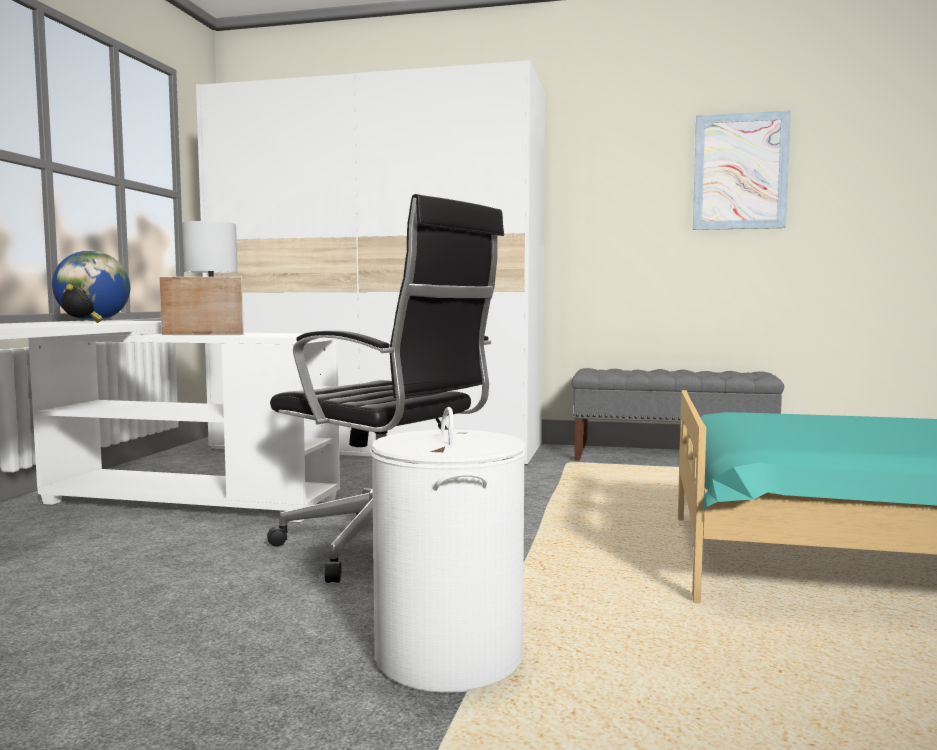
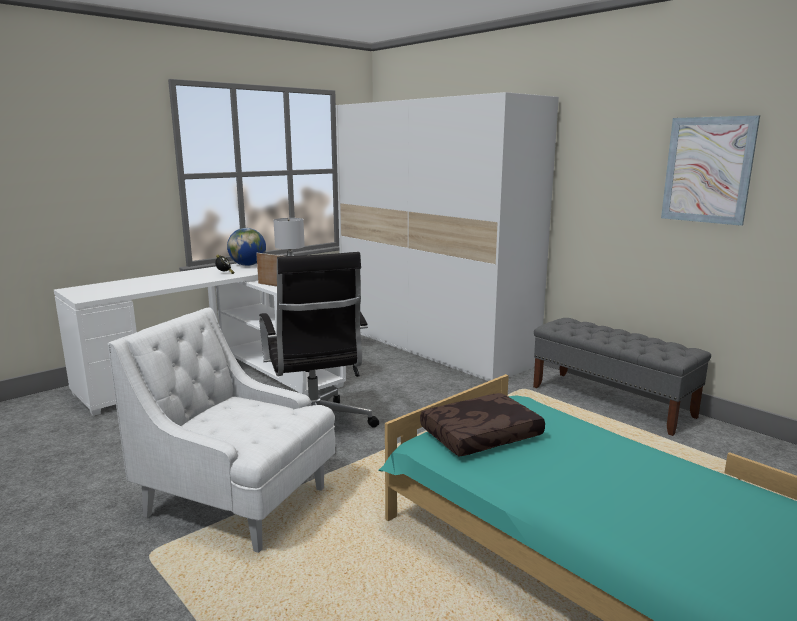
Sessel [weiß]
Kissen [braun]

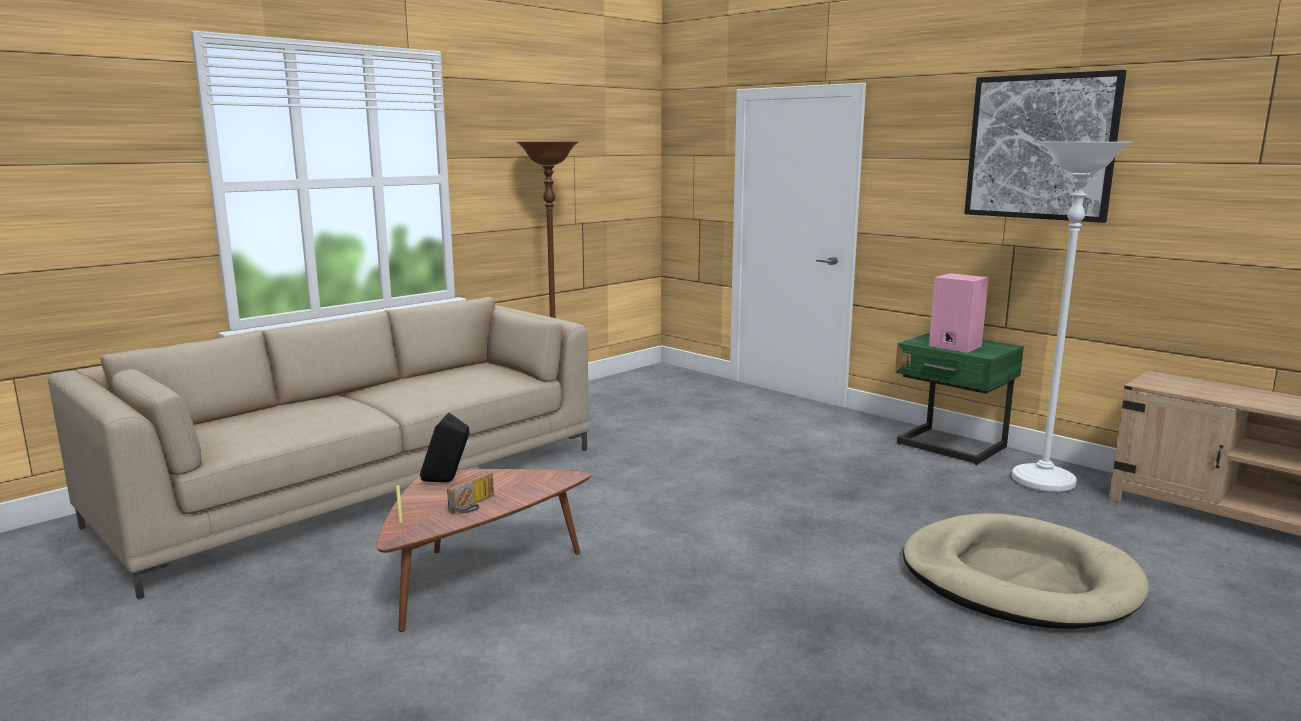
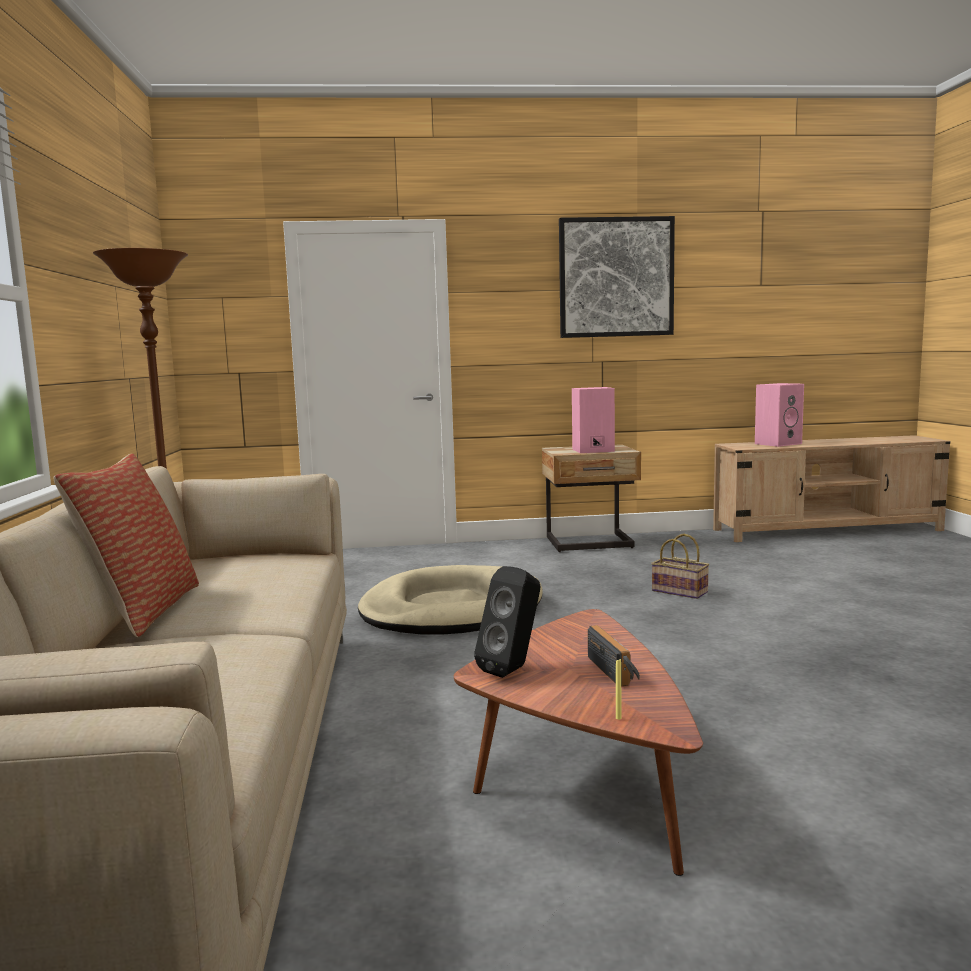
Stehlampe [weiß]
Nachttisch [beige]
Hundebett [beige]
Lautsprecher [rosa] (no. 2 from left)
Kissen
Korb

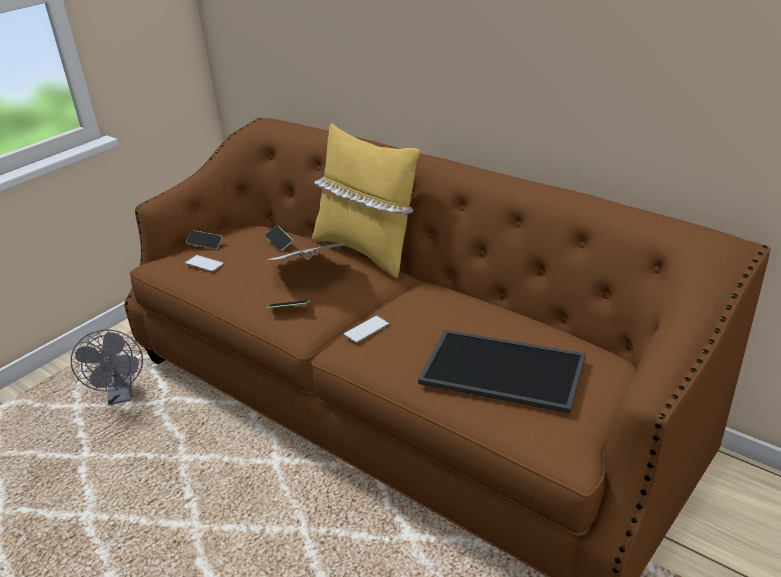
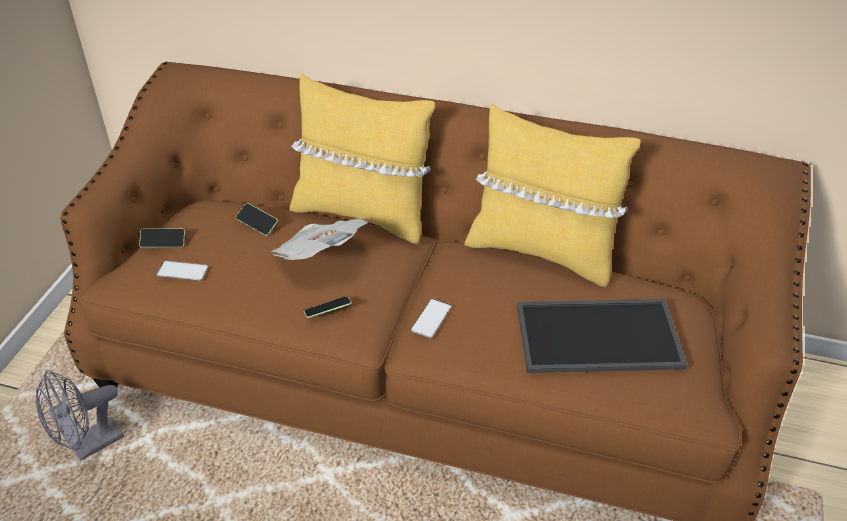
Ventilator [grau]
Kissen [gelb] (no. 2 from left)

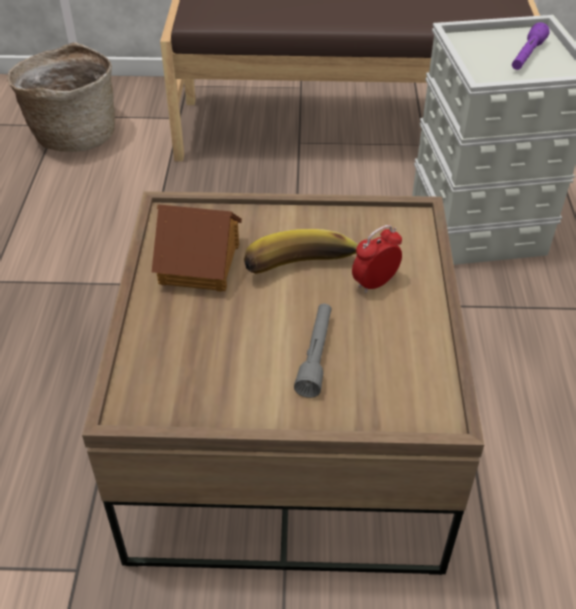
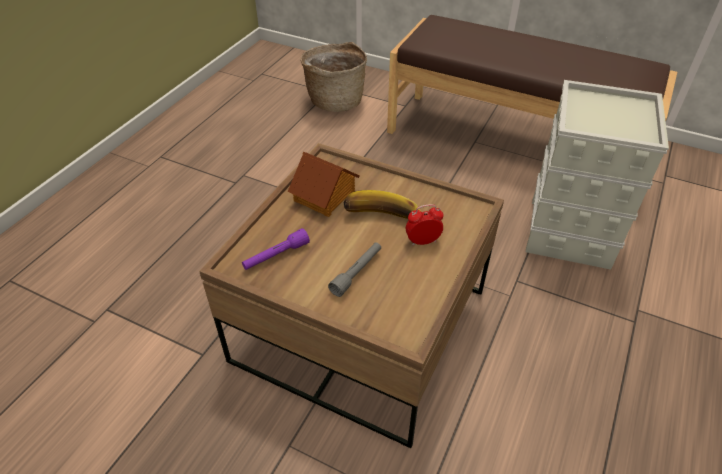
Taschenlampe [lila]

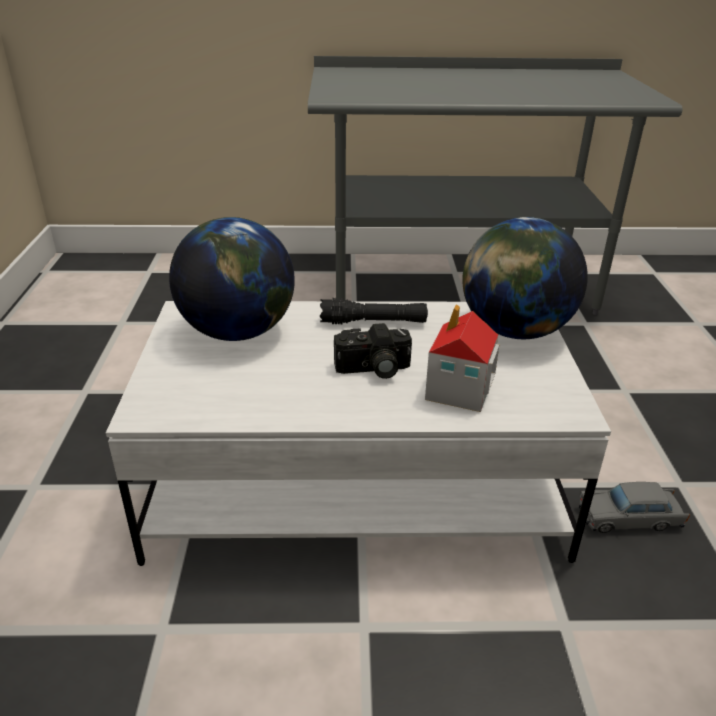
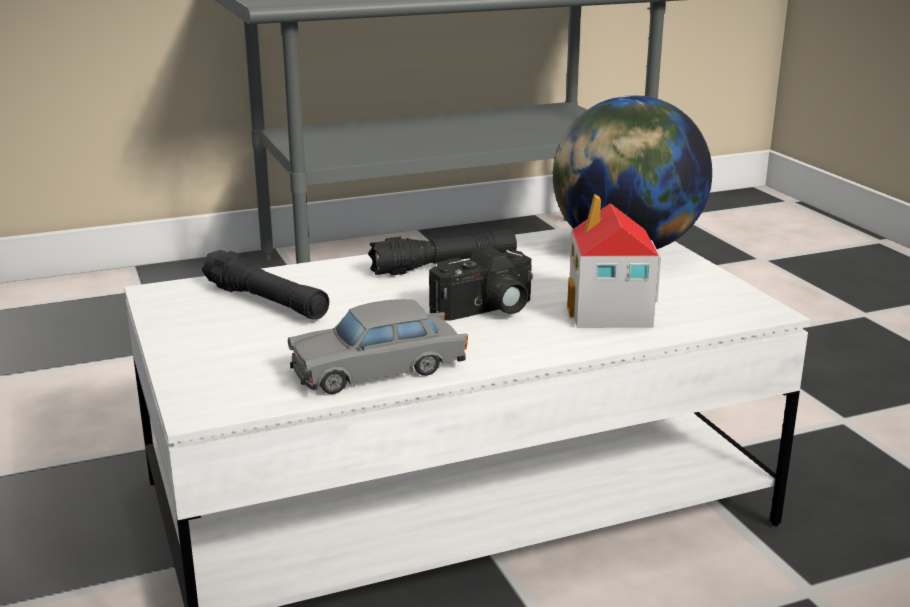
Taschenlampe [schwarz] (no. 1 from left)
Spielzeugauto [grau]

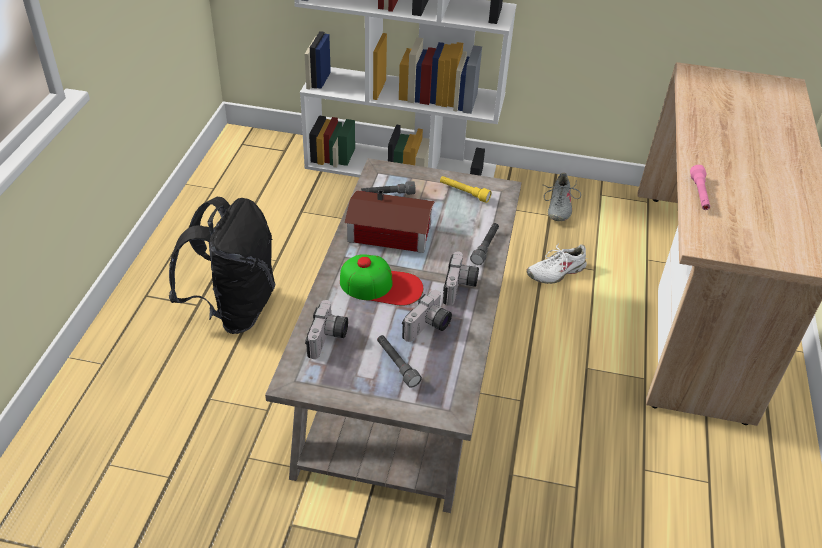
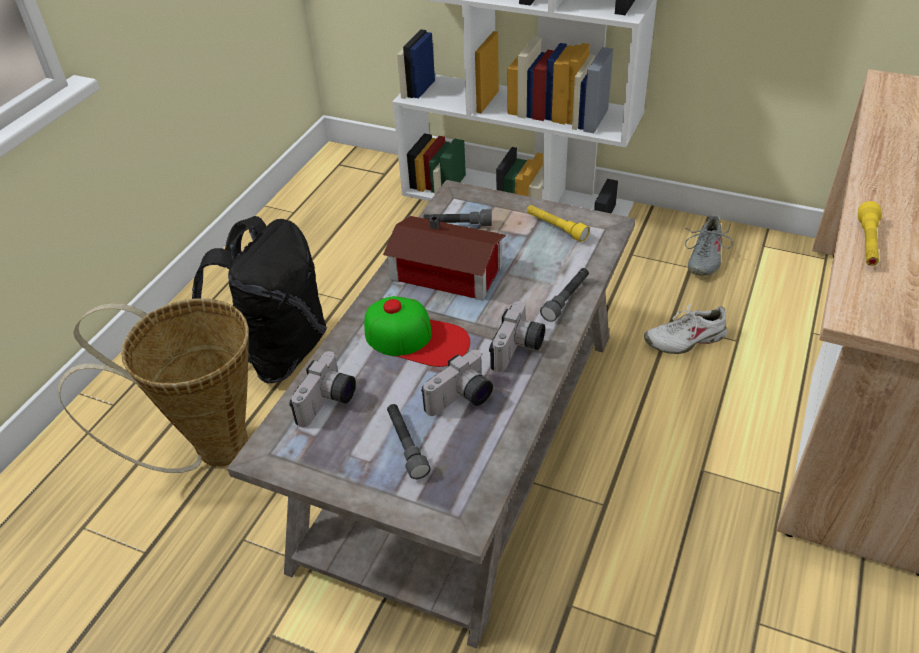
Taschenlampe [gelb] (no. 2 from left)
Korb

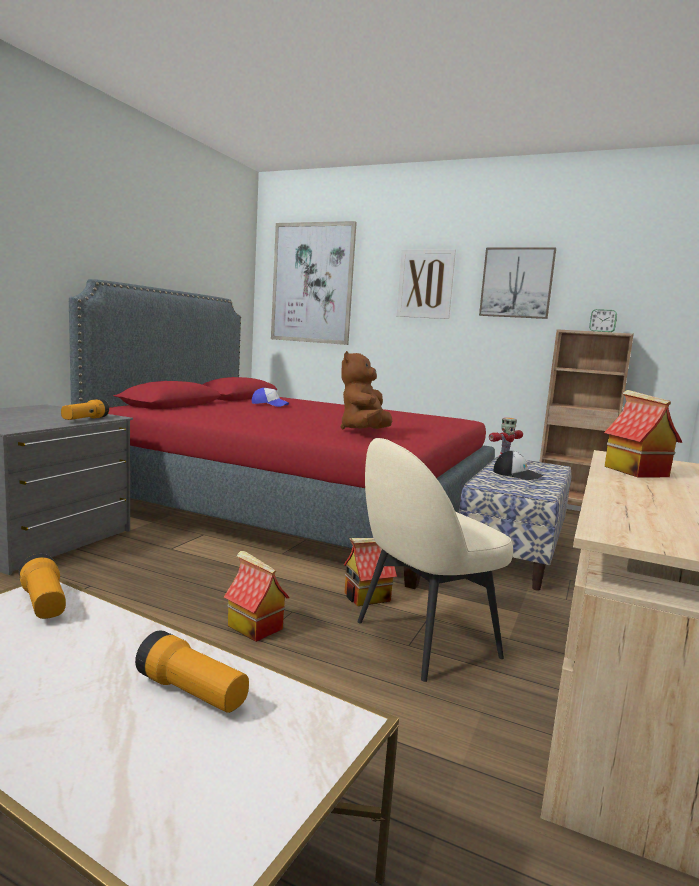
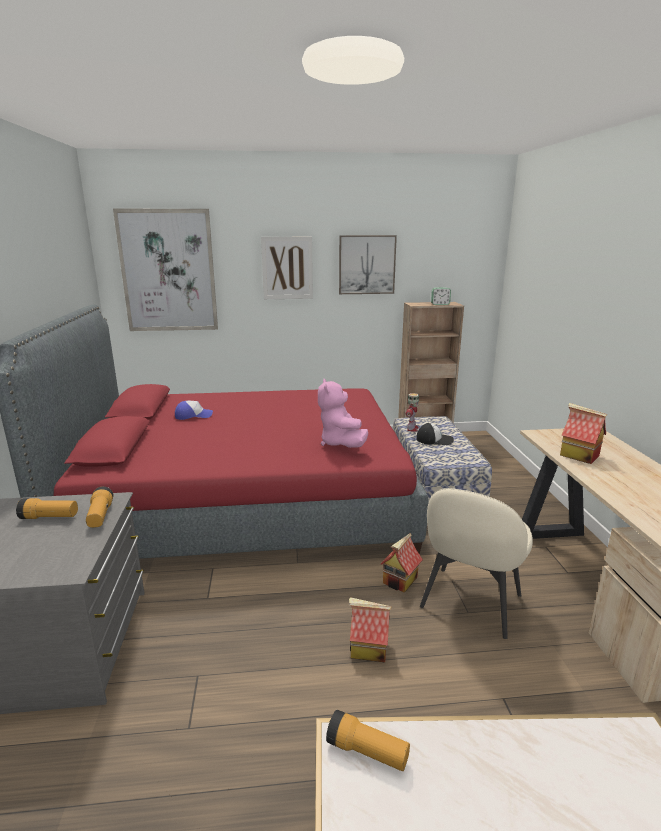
Plüschtier [rosa]
Taschenlampe (no. 1 from left)

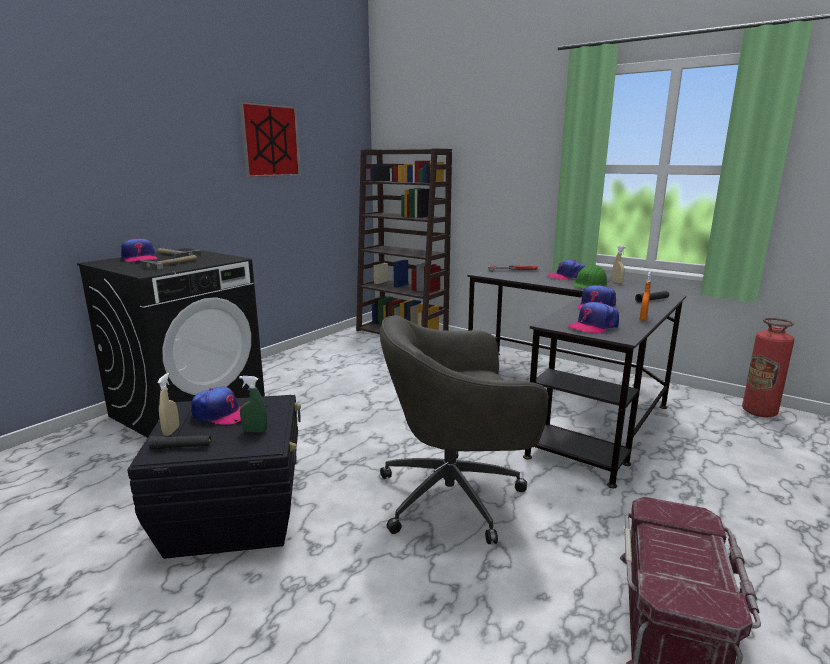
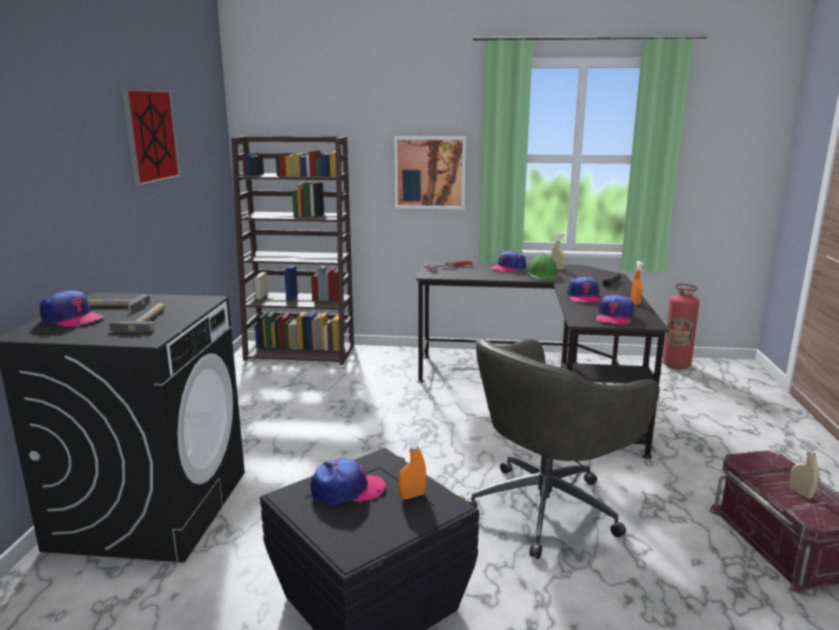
Sprühflasche [beige] (no. 2 from left)
Sprühflasche [orange] (no. 1 from left)
Taschenlampe [schwarz] (no. 1 from left in the first image)
Bild (no. 2 from left)

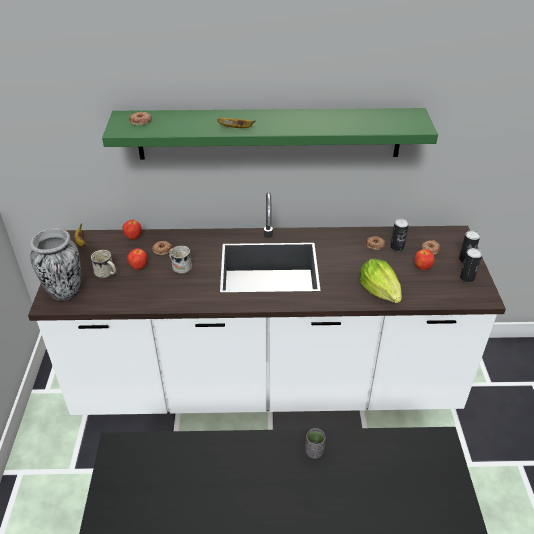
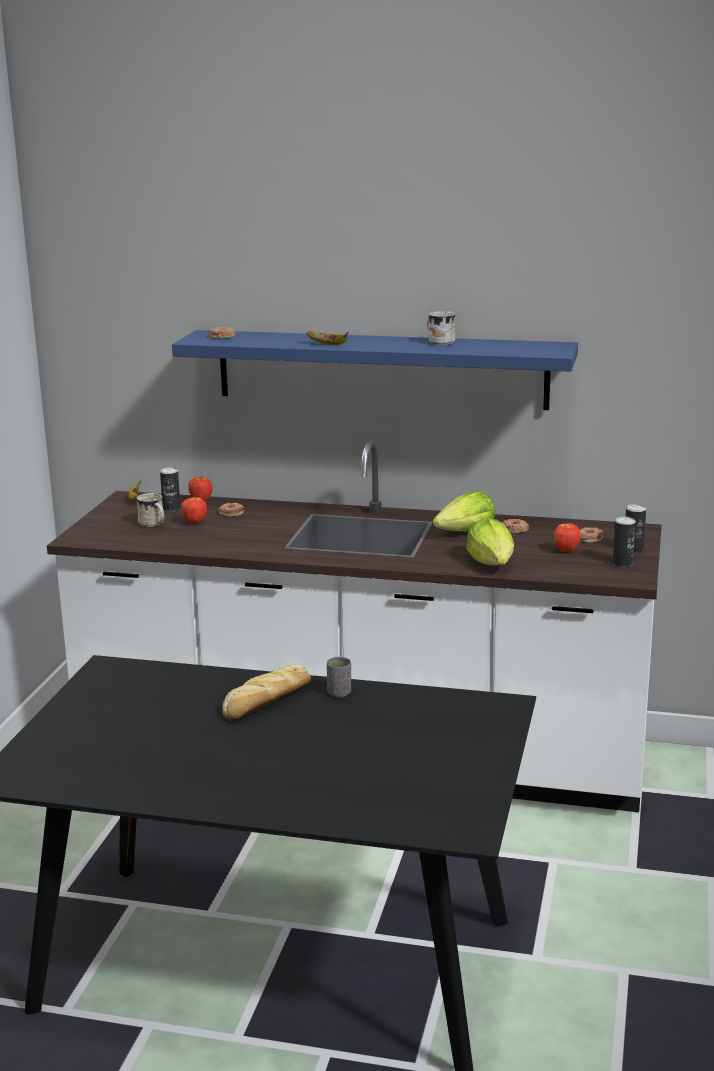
Wandregal [blau]
Dose (no. 1 from left)
Vase
Henkelbecher [weiß] (no. 2 from left)
Salatkopf (no. 1 from left)
Brot

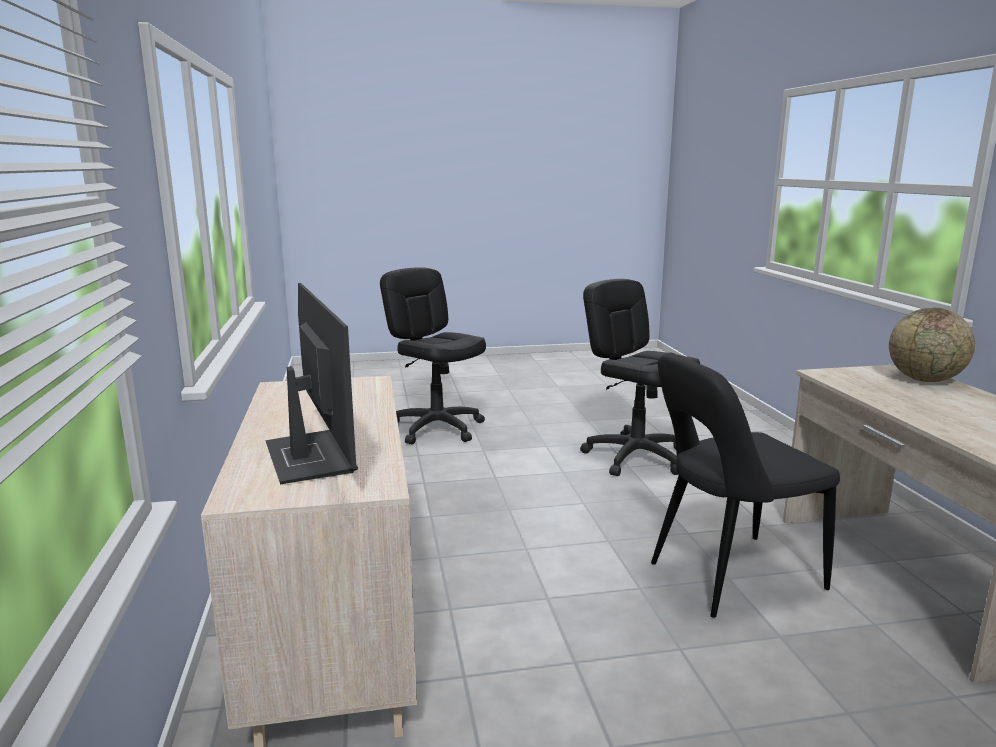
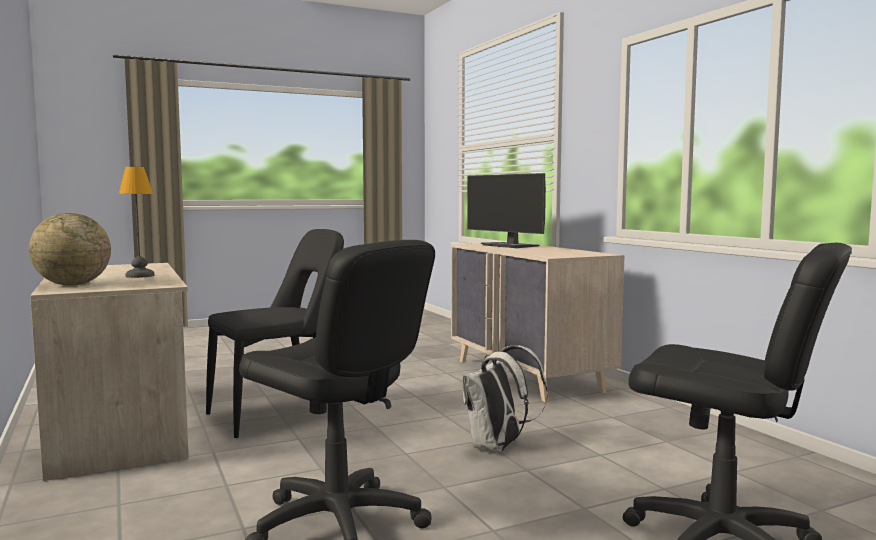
Tischlampe
Rucksack [weiß]

